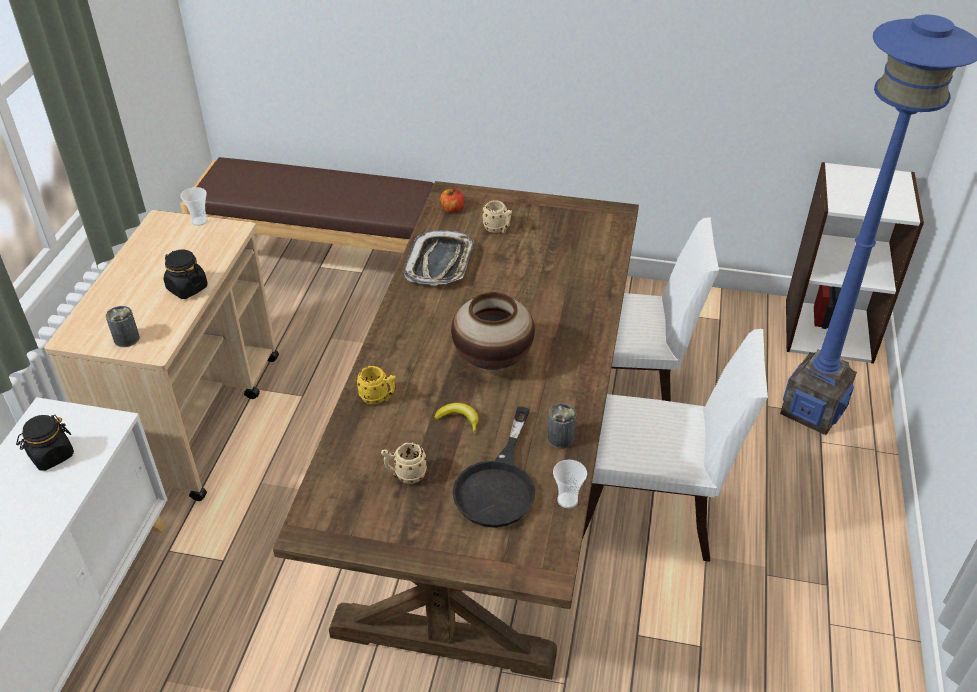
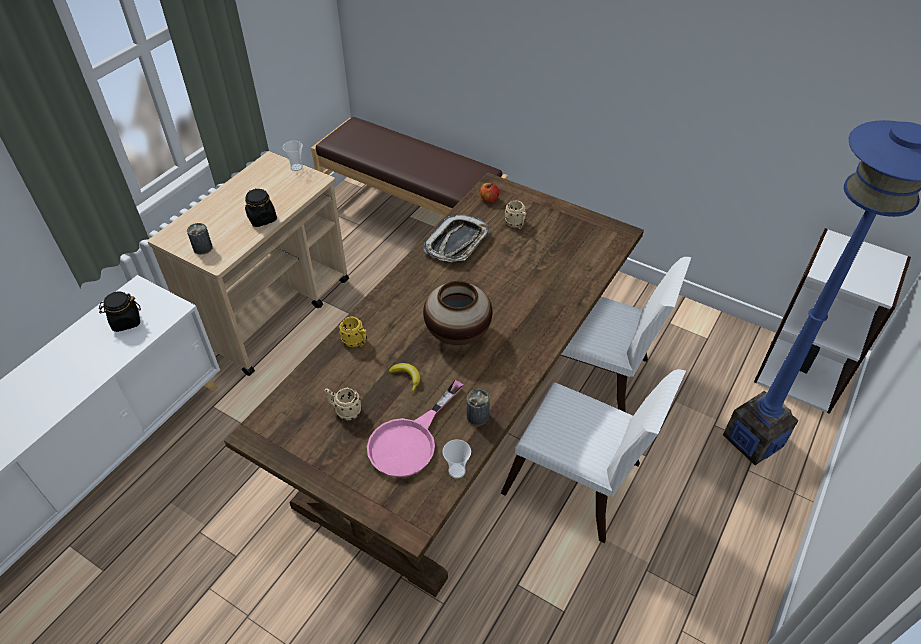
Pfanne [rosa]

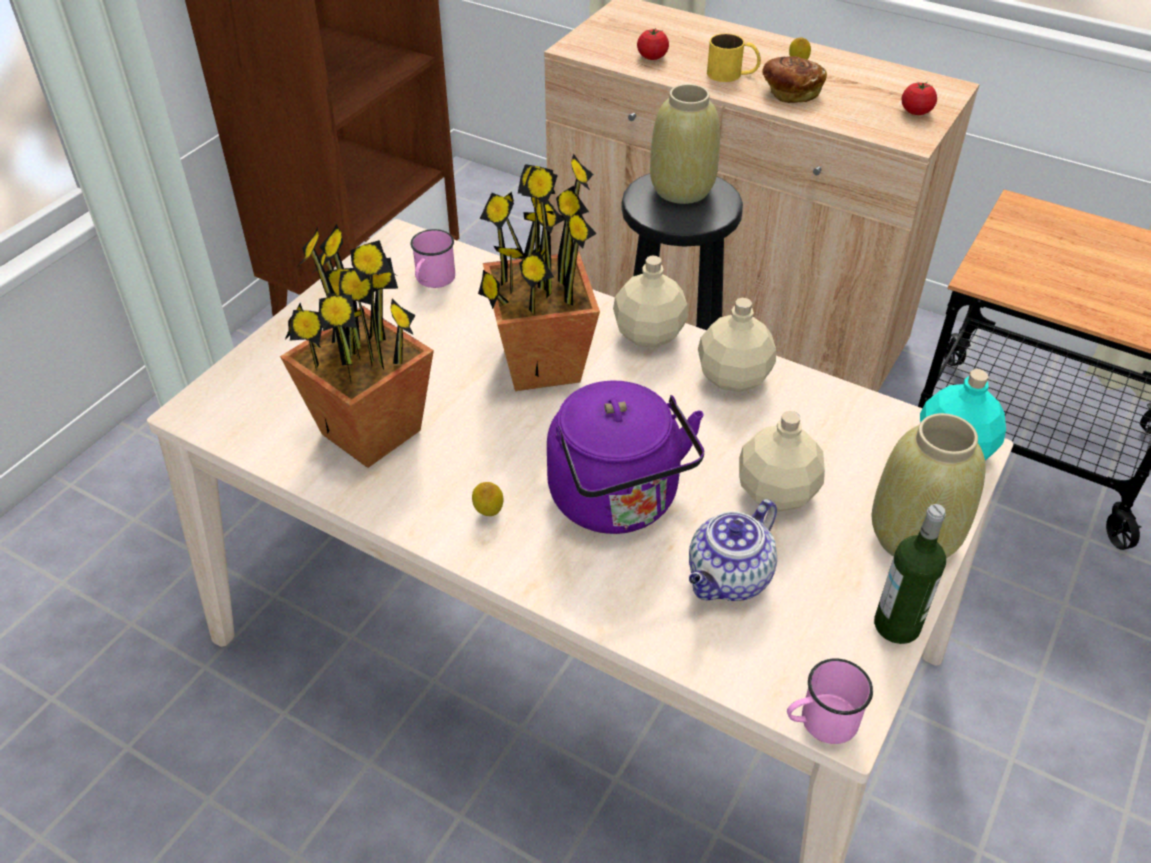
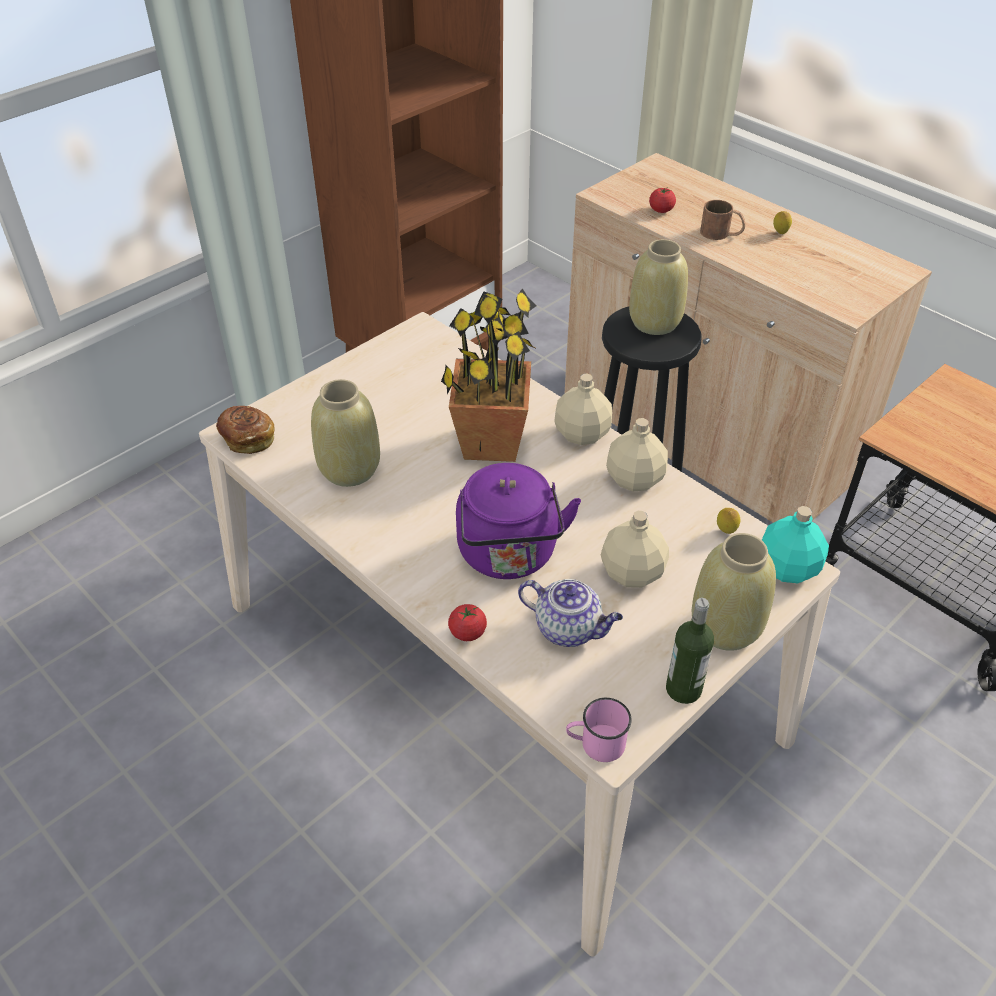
Henkelbecher [braun]
Brot
Tomate (no. 1 from left)
Vase [beige] (no. 1 from left)
Henkelbecher [rosa] (no. 1 from left in the first image)
Zitrone (no. 1 from left)
Teekanne

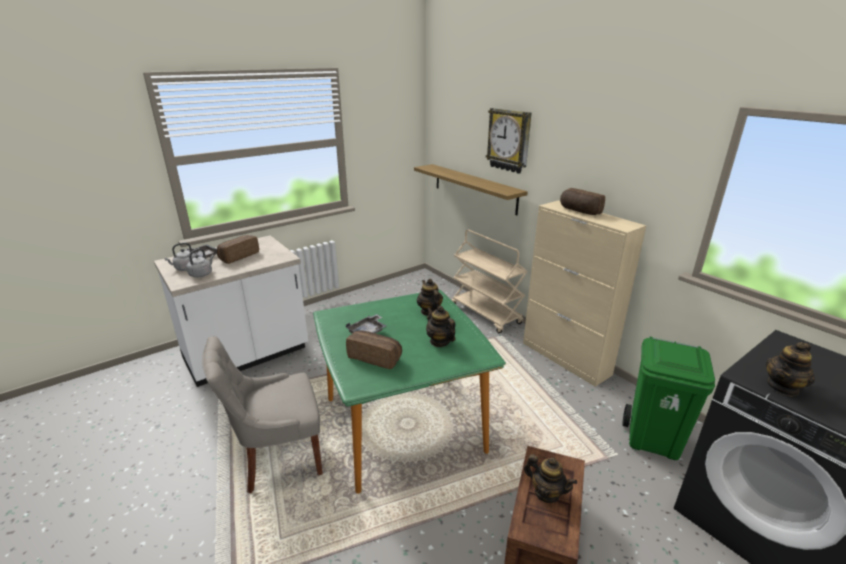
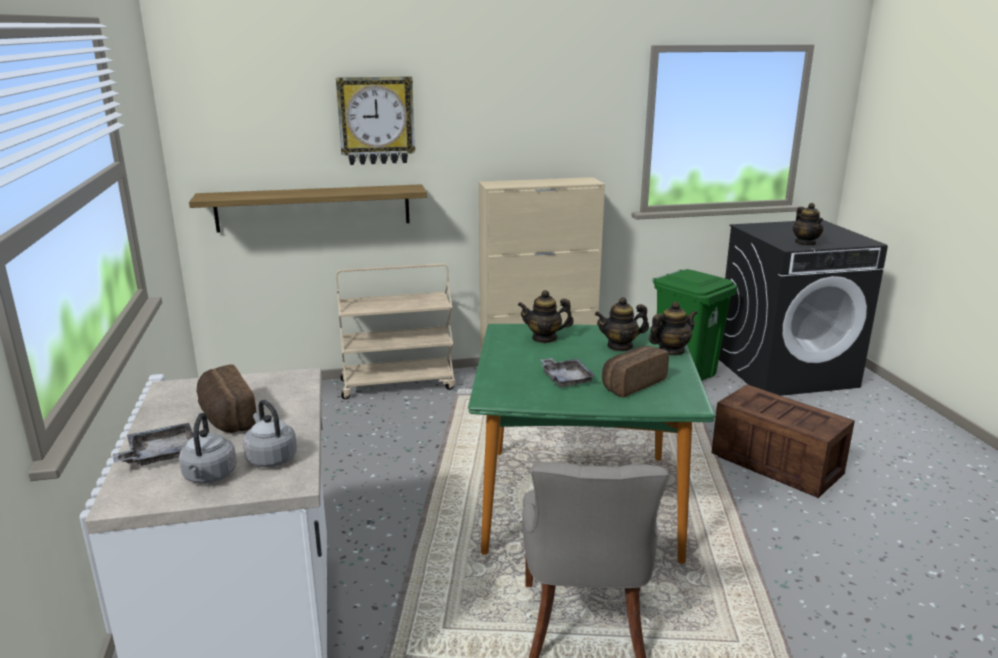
Brot (no. 3 from left in the first image)
Teekanne (no. 3 from left)

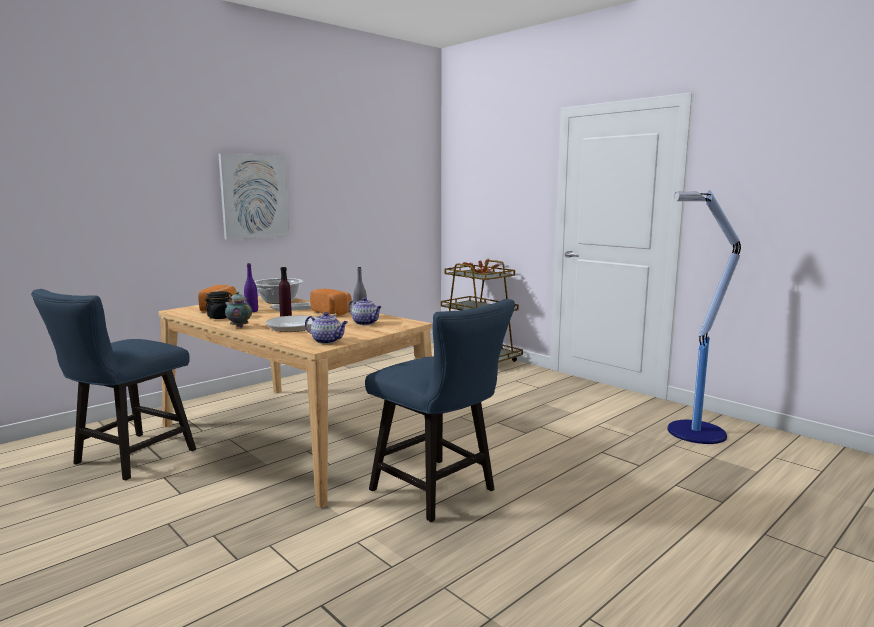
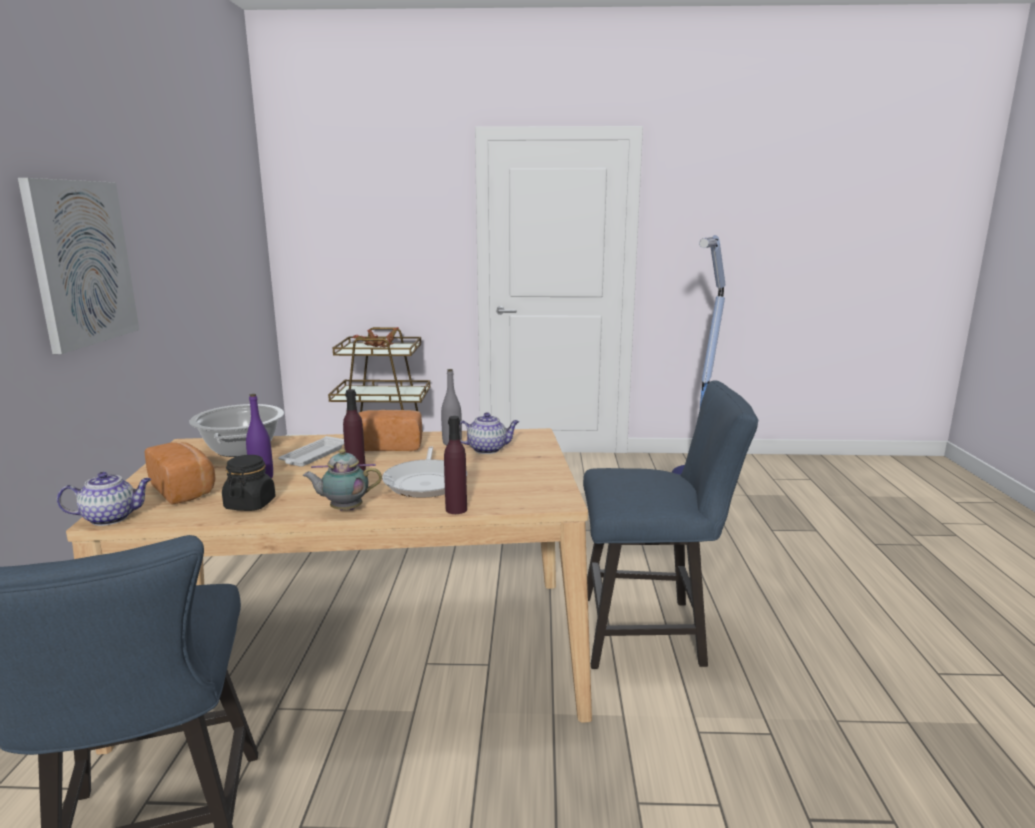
Teekanne (no. 1 from left)
Flasche [lila] (no. 3 from left)

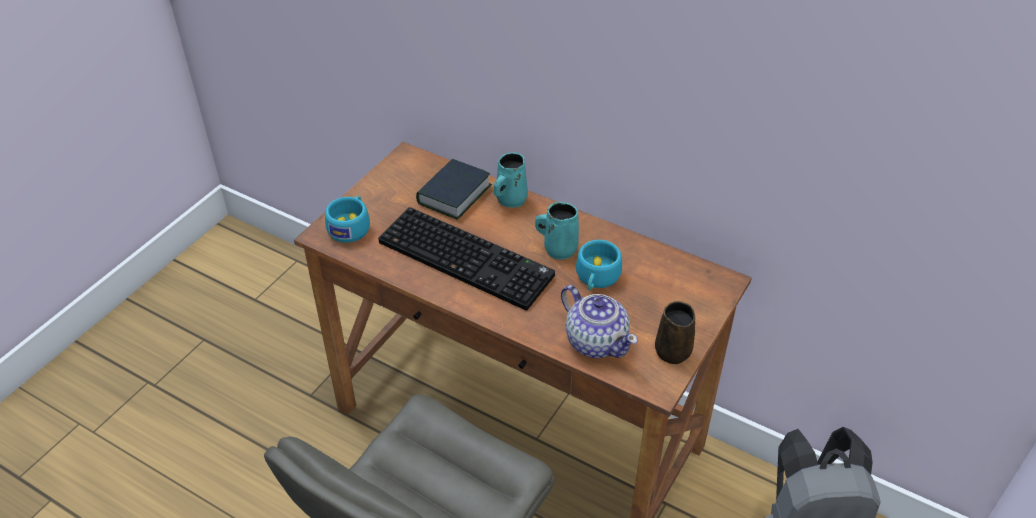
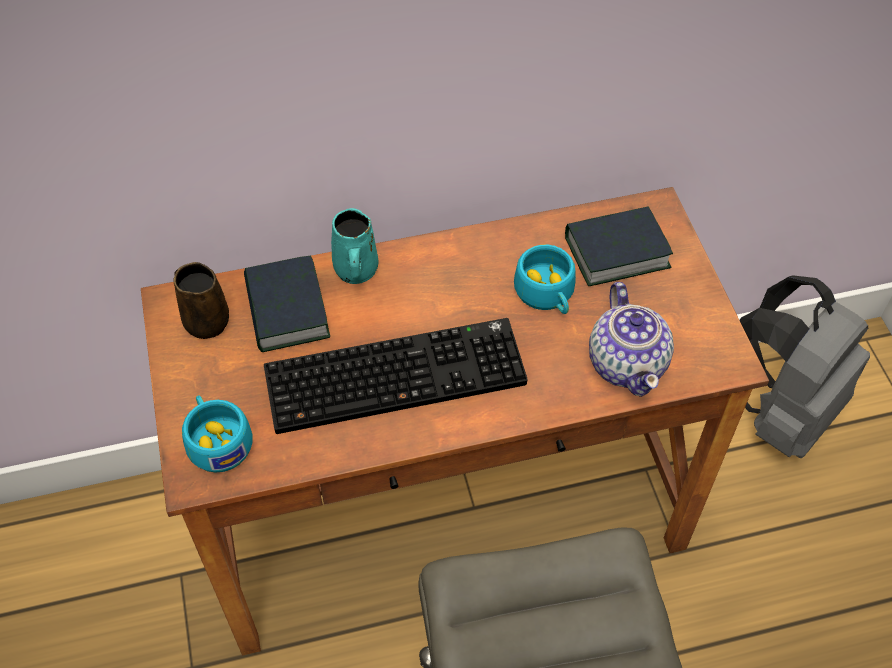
Henkelbecher [türkis] (no. 2 from left in the first image)
Teekanne
Henkelbecher [braun]
Buch (no. 2 from left)

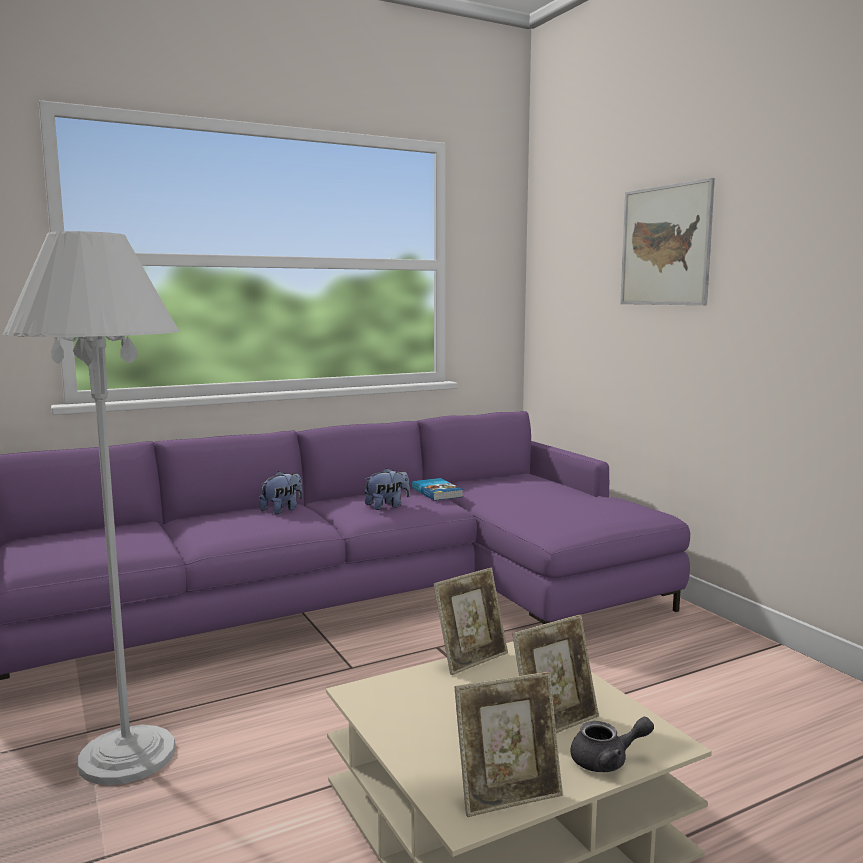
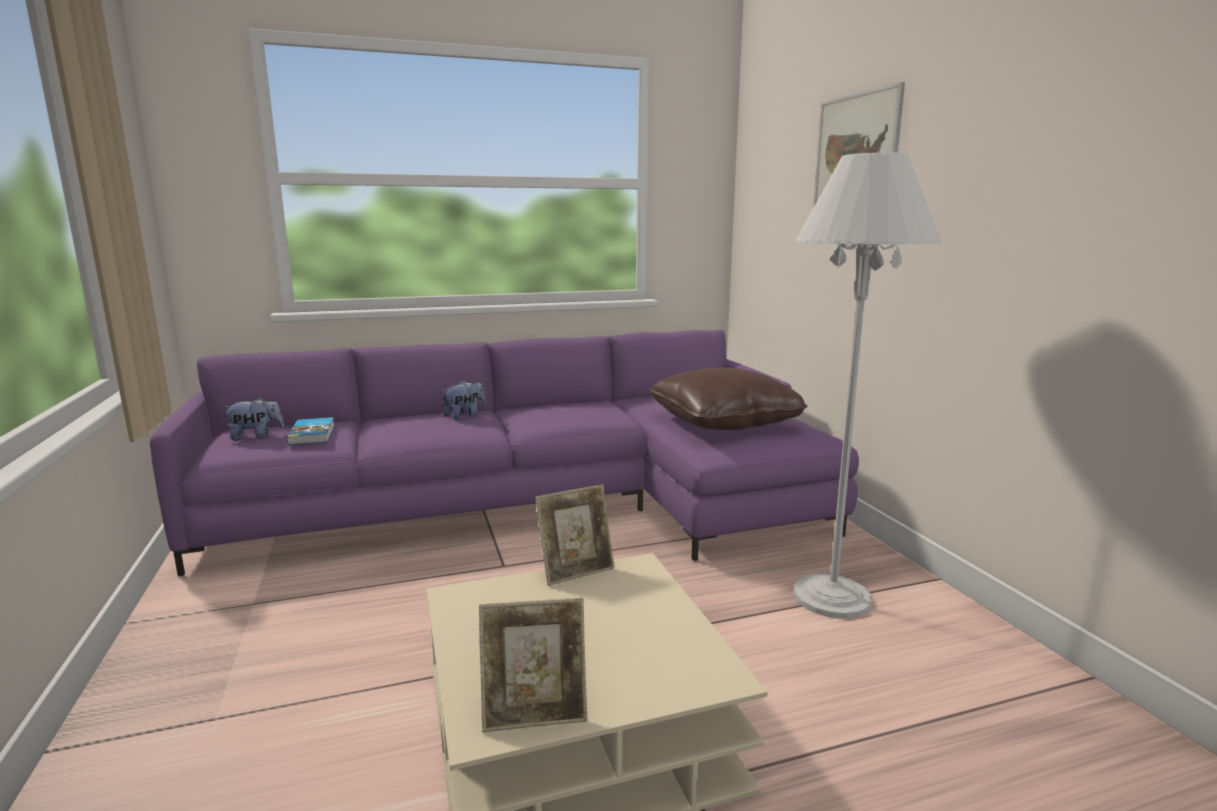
Stehlampe [weiß]
Plüschtier (no. 1 from left)
Buch
Bilderrahmen (no. 3 from left in the first image)
Teekanne [grau]
Kissen [braun]

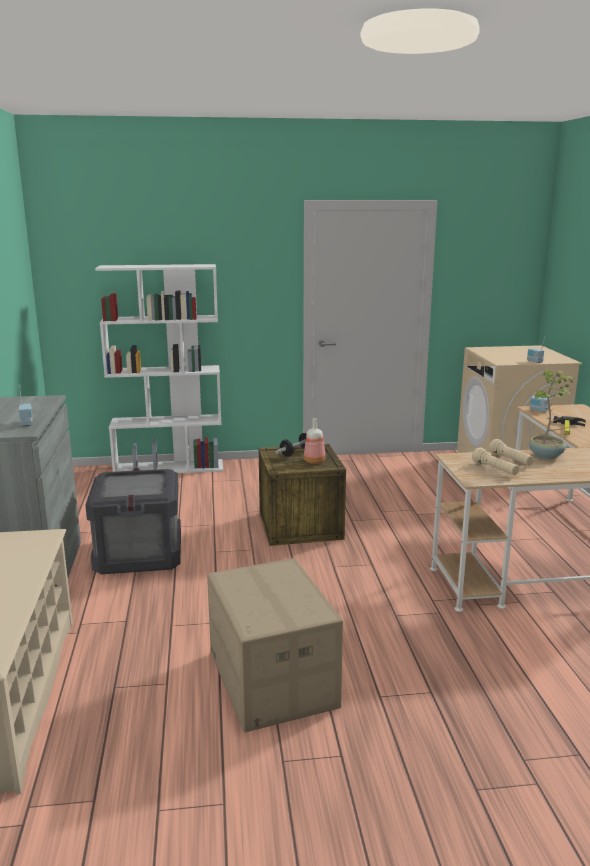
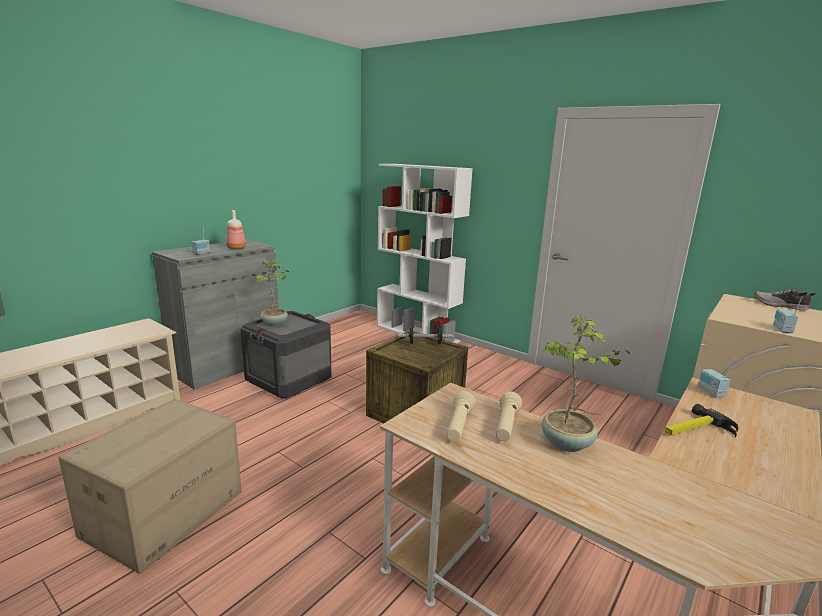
Flasche
Topfpflanze (no. 1 from left)
Schuh

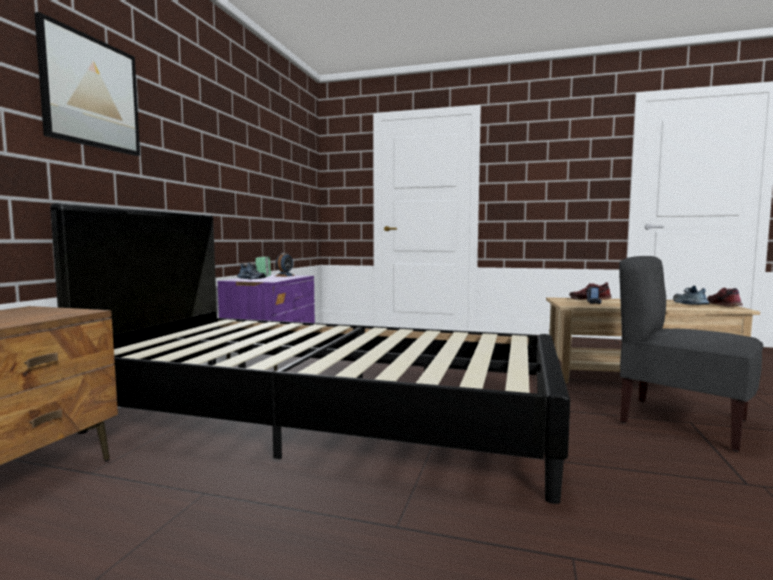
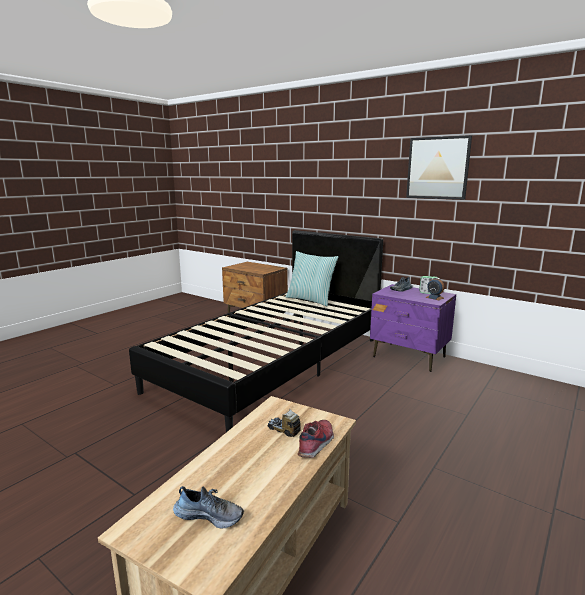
Bild
Stuhl [grau]
Schuh (no. 4 from left in the first image)
Kissen

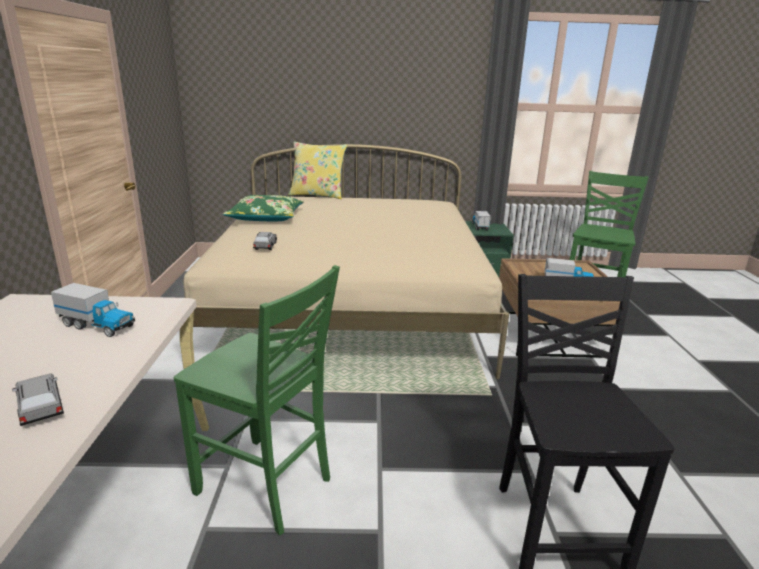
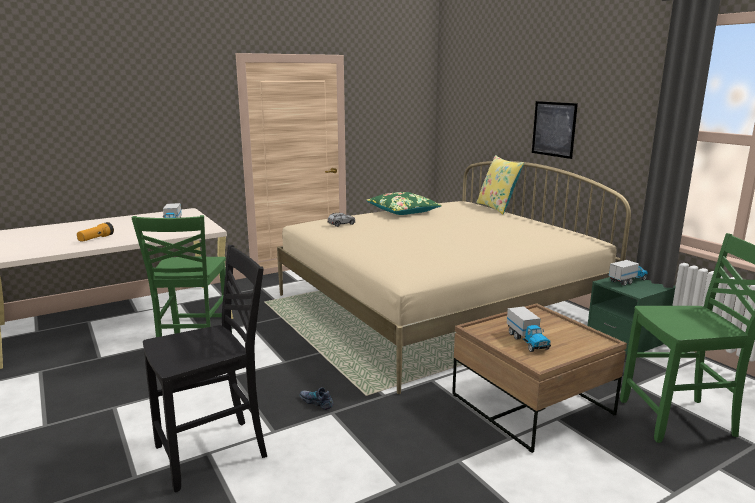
Taschenlampe
Bild
Schuh

